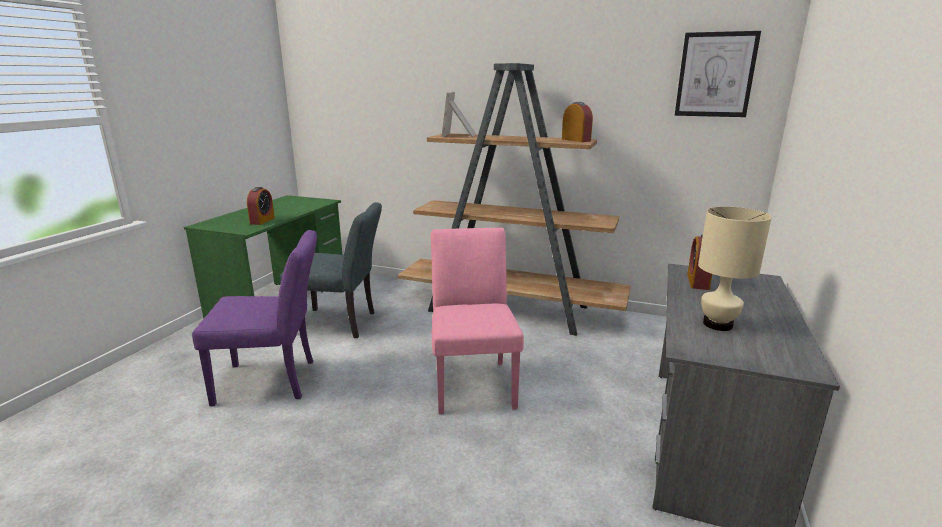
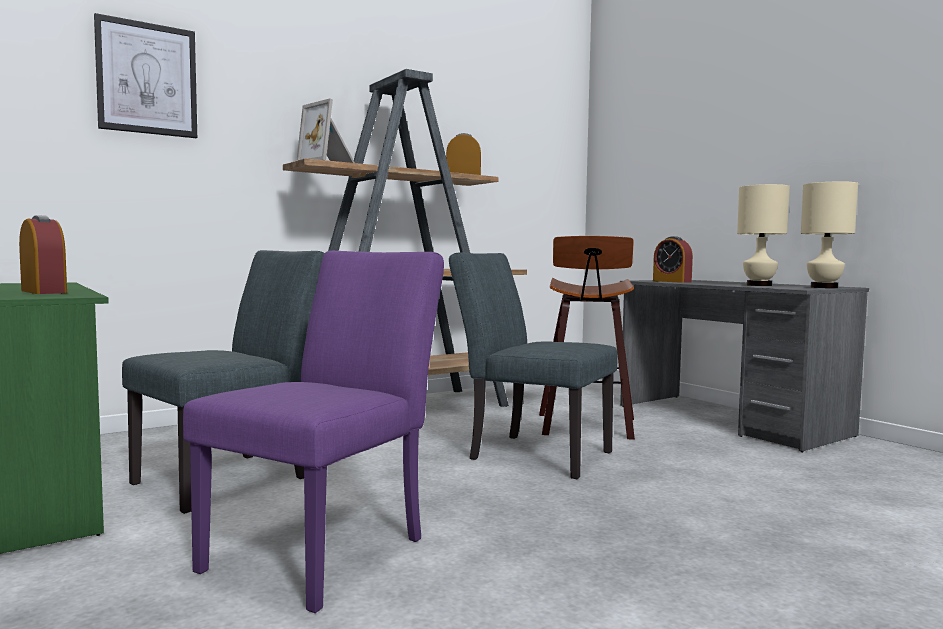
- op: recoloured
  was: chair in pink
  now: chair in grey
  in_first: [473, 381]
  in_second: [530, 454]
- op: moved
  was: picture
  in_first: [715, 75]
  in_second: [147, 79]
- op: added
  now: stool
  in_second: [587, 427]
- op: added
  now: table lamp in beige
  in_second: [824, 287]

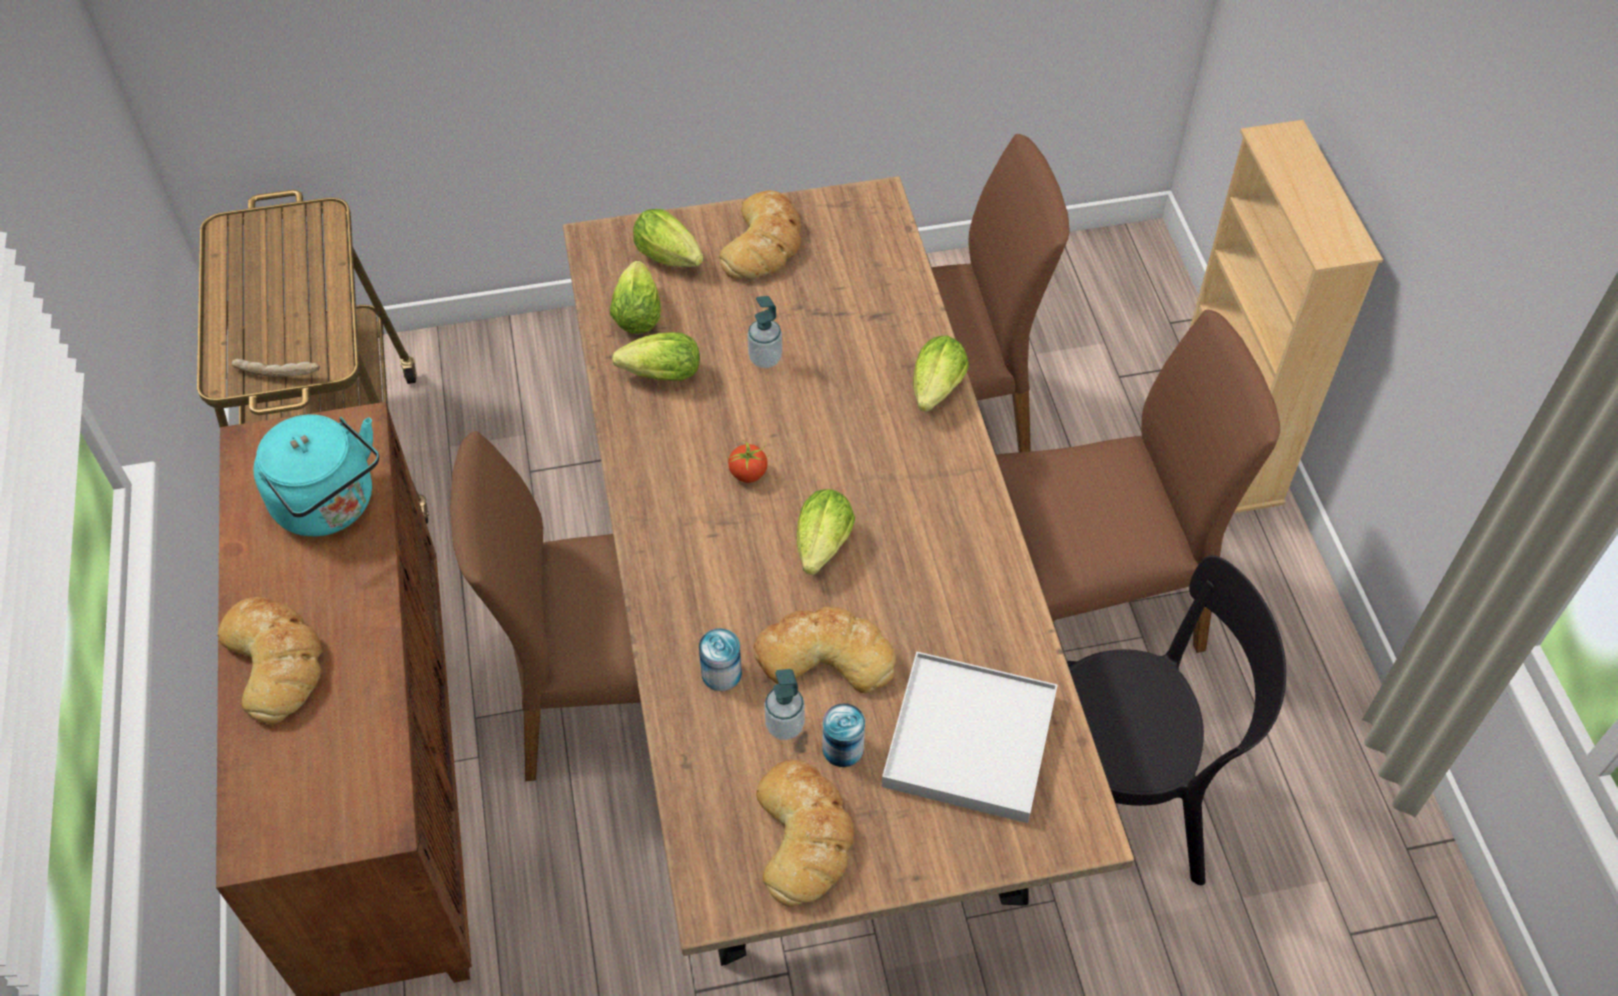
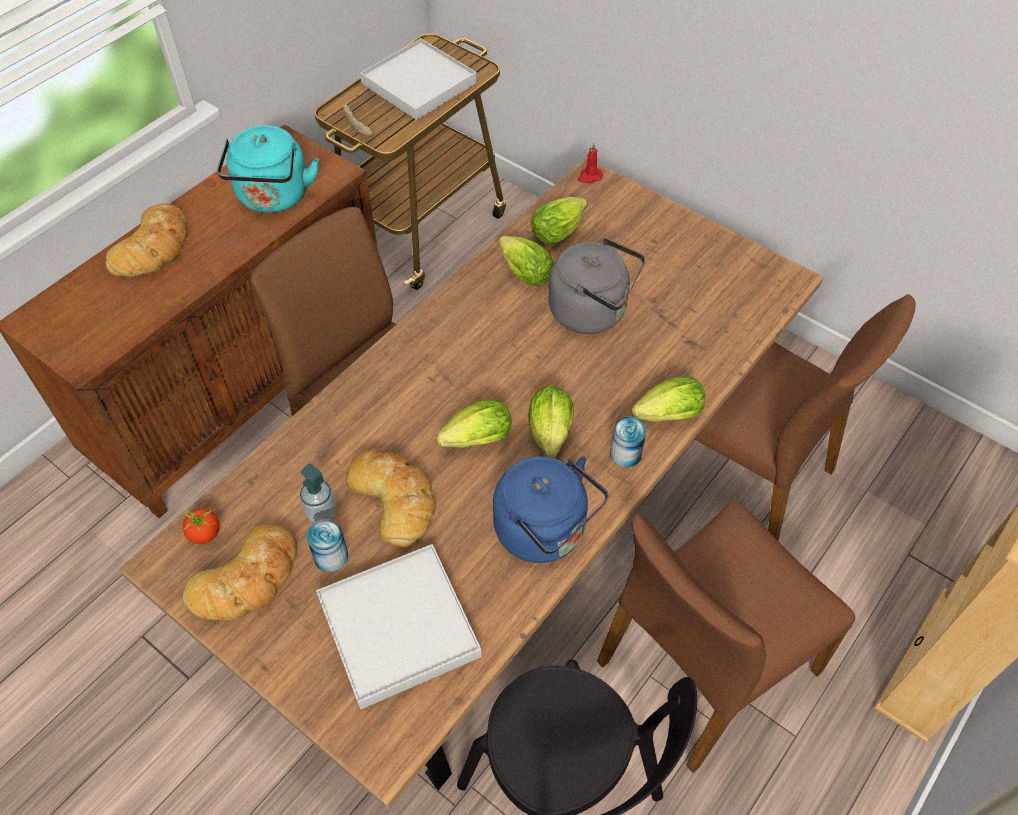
- op: moved
  was: lettuce
  in_first: [672, 259]
  in_second: [550, 436]
- op: moved
  was: can
  in_first: [721, 673]
  in_second: [625, 454]
- op: removed
  was: bread
  in_first: [764, 243]
- op: moved
  was: tomato
  in_first: [748, 473]
  in_second: [205, 534]
- op: replaced
  was: soap dispenser
  now: kettle in grey
  in_first: [765, 358]
  in_second: [592, 312]
- op: turned
  was: chair in brown
  in_first: [1089, 602]
  in_second: [704, 665]
  clockwise: 105
- op: added
  now: tray in white
  in_second: [418, 83]
- op: added
  now: kettle in blue
  in_second: [545, 532]
- op: added
  now: candle in red
  in_second: [589, 177]

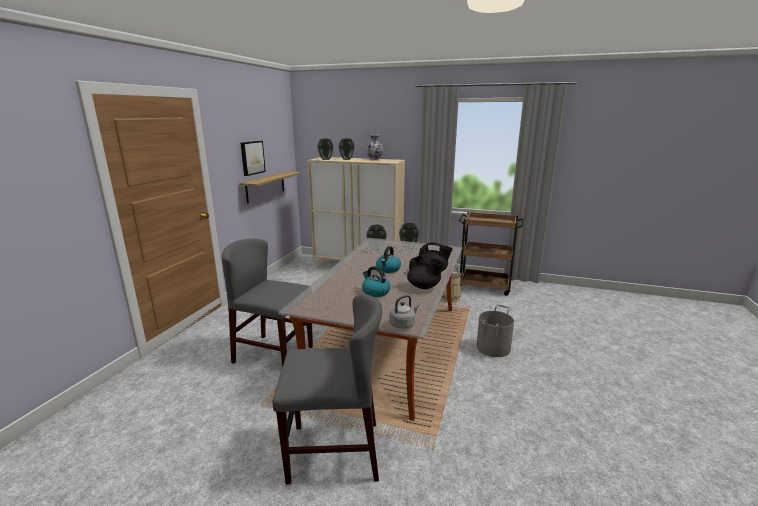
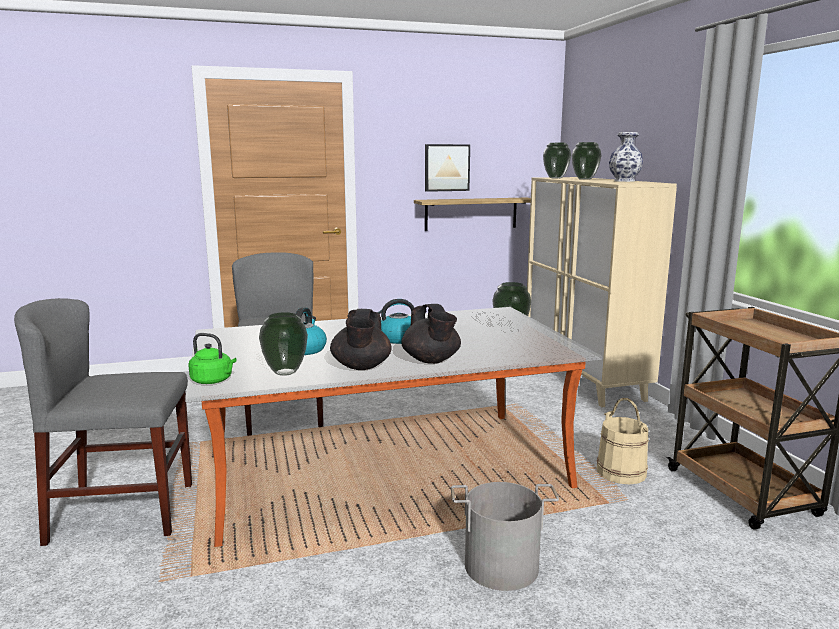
- op: turned
  was: chair in grey
  in_first: [334, 451]
  in_second: [123, 512]
  clockwise: 120
- op: moved
  was: vase
  in_first: [376, 250]
  in_second: [284, 372]
- op: recoloured
  was: kettle in grey
  now: kettle in green
  in_first: [403, 324]
  in_second: [213, 381]

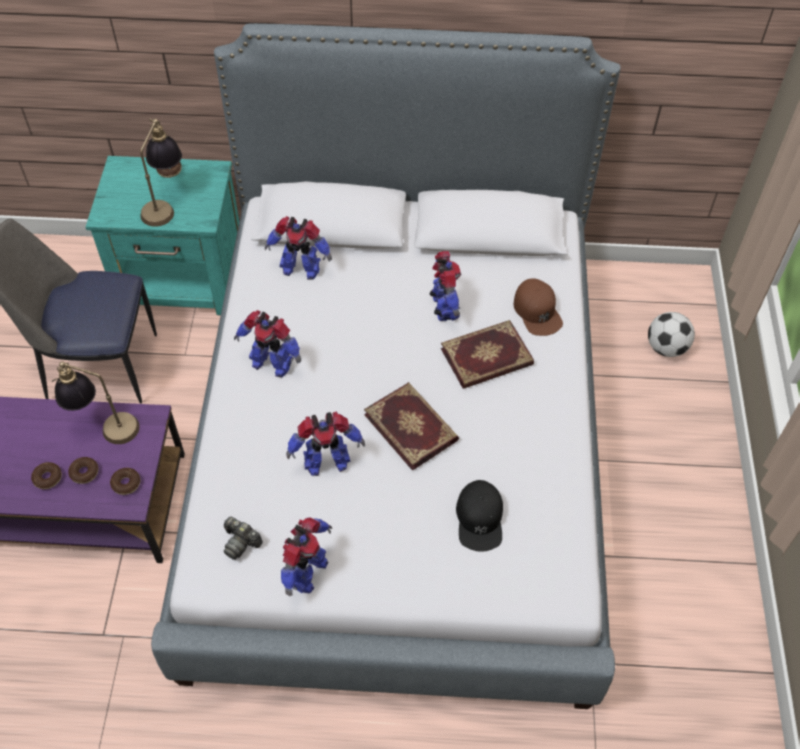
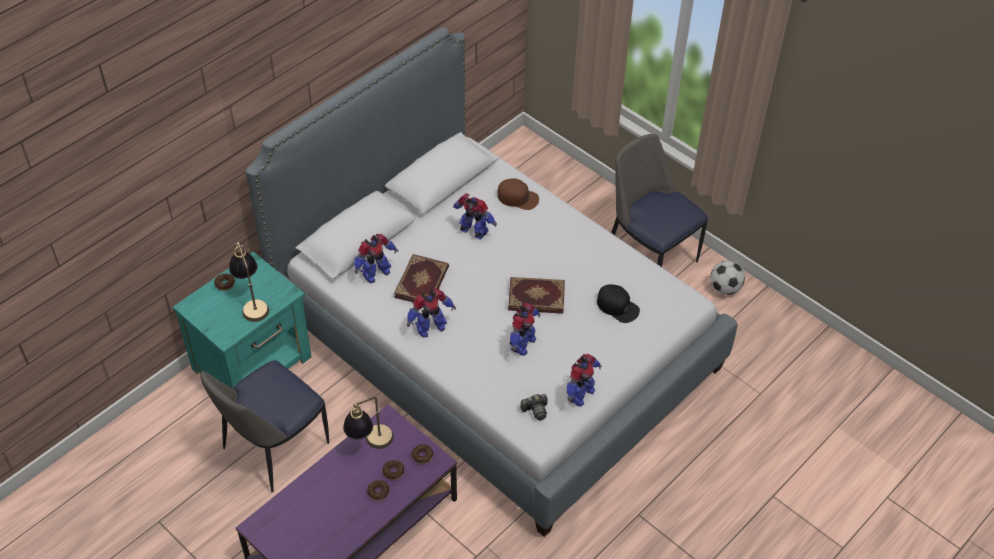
- op: turned
  was: toy robot
  in_first: [306, 572]
  in_second: [580, 394]
  clockwise: 60
- op: moved
  was: book
  in_first: [487, 358]
  in_second: [422, 282]
- op: moved
  was: football
  in_first: [665, 348]
  in_second: [724, 288]
- op: added
  now: chair
  in_second: [649, 255]

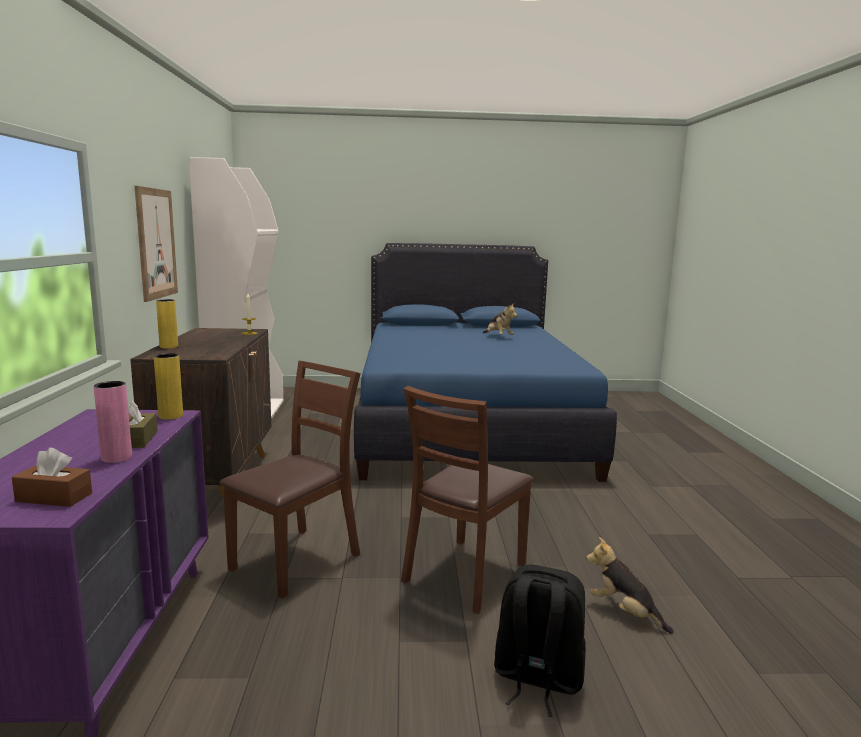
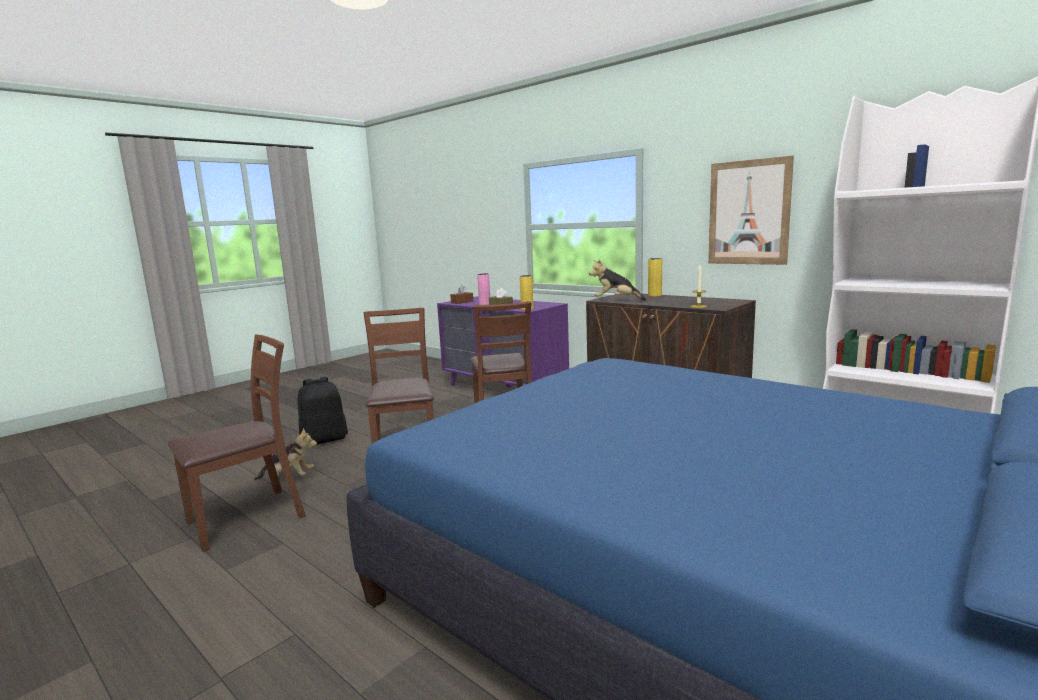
- op: moved
  was: plush toy
  in_first: [498, 337]
  in_second: [616, 300]
- op: added
  now: chair in brown
  in_second: [248, 518]

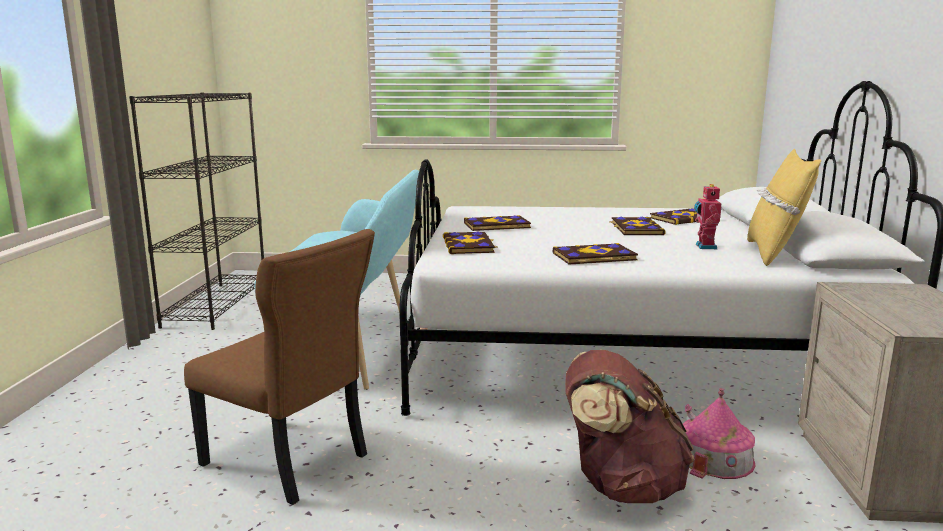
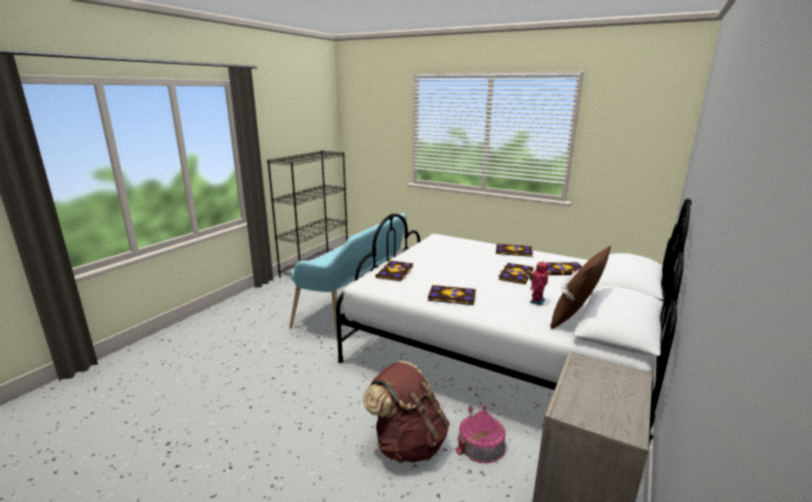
- op: removed
  was: chair in brown
  in_first: [289, 462]
- op: moved
  was: book
  in_first: [497, 226]
  in_second: [513, 251]
- op: recoloured
  was: pillow in yellow
  now: pillow in brown
  in_first: [774, 253]
  in_second: [576, 318]

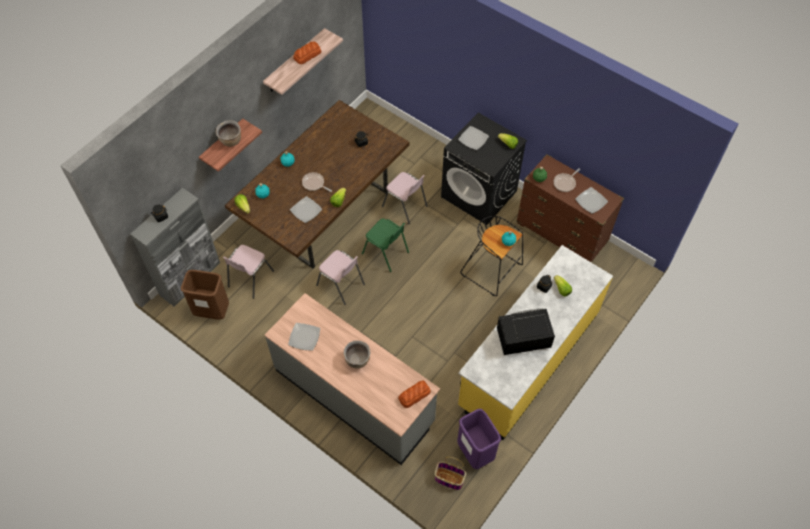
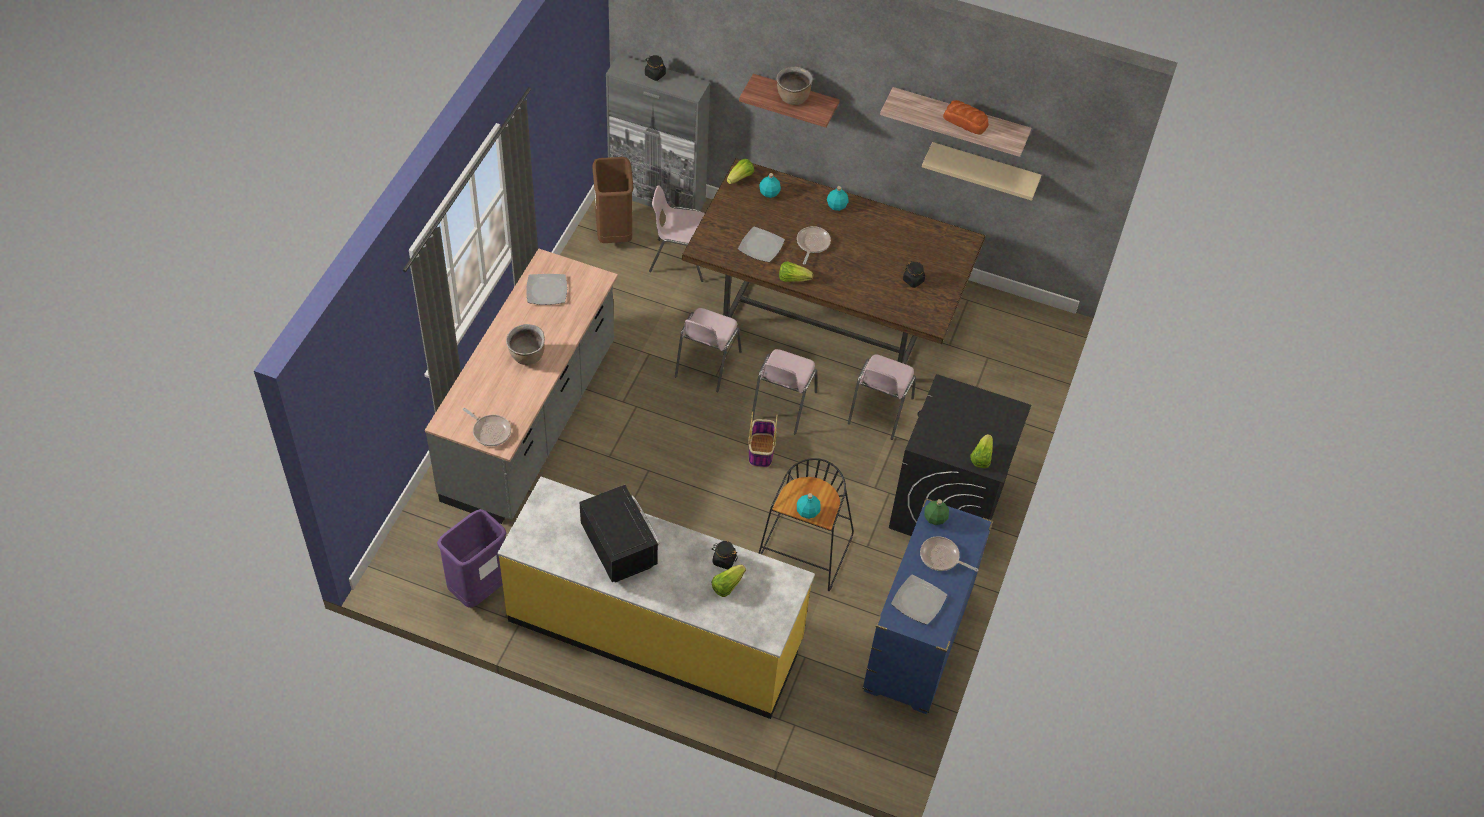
- op: recoloured
  was: chair in green
  now: chair in pink
  in_first: [386, 253]
  in_second: [782, 406]
- op: replaced
  was: bread
  now: frying pan
  in_first: [414, 395]
  in_second: [490, 431]
- op: moved
  was: basket
  in_first: [449, 478]
  in_second: [761, 450]
- op: removed
  was: plate
  in_first: [473, 139]
- op: recoloured
  was: dresser in brown
  now: dresser in blue
  in_first: [562, 233]
  in_second: [917, 641]
- op: added
  now: shelf in beige
  in_second: [984, 169]

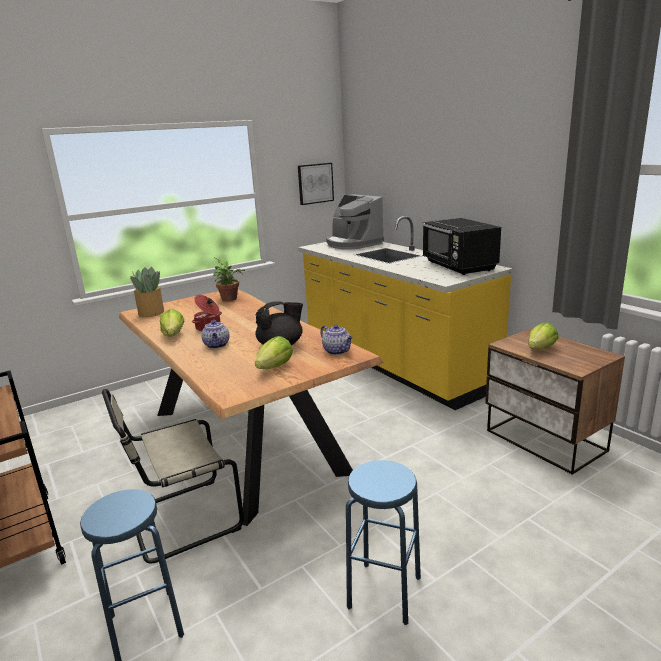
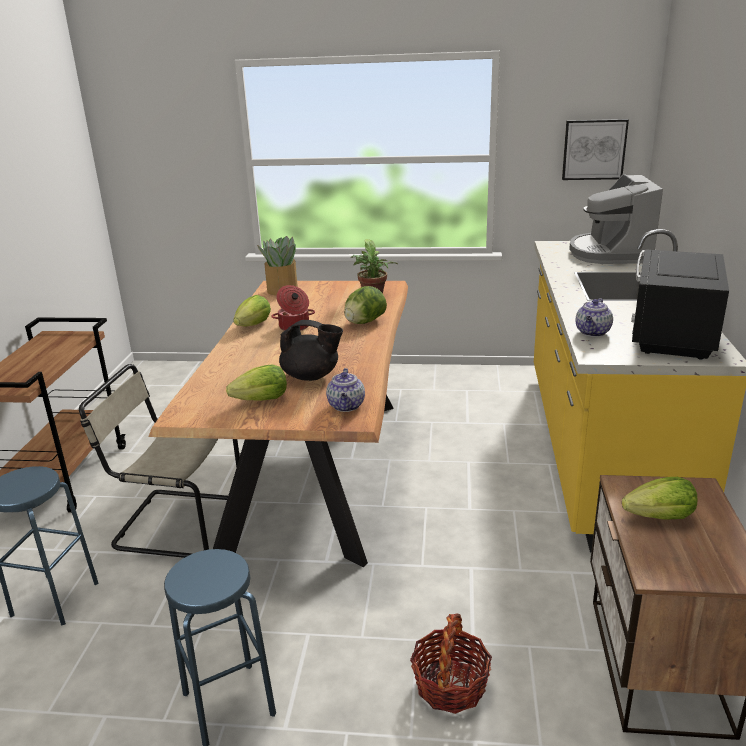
- op: moved
  was: teapot
  in_first: [217, 345]
  in_second: [593, 332]
- op: added
  now: lettuce
  in_second: [364, 322]
- op: added
  now: basket
  in_second: [450, 685]

